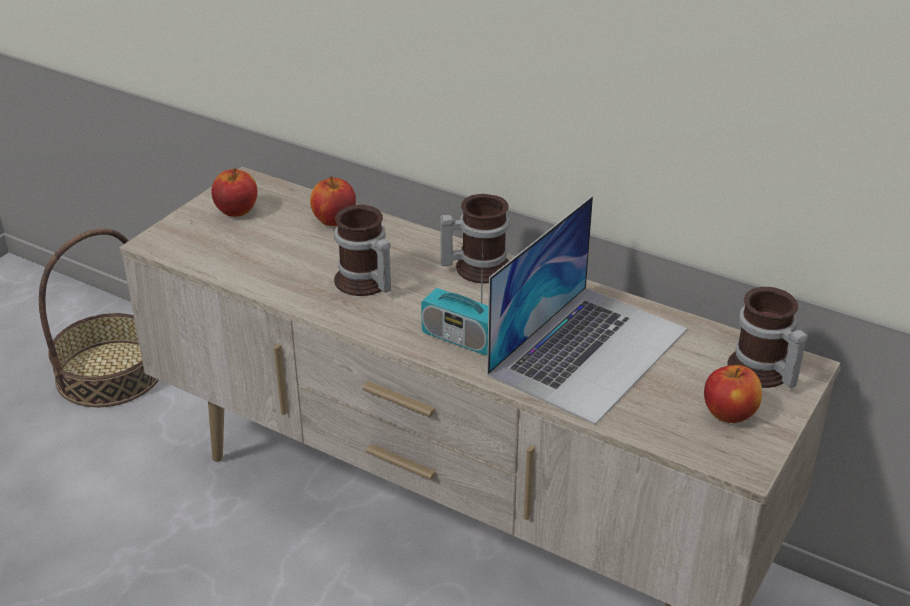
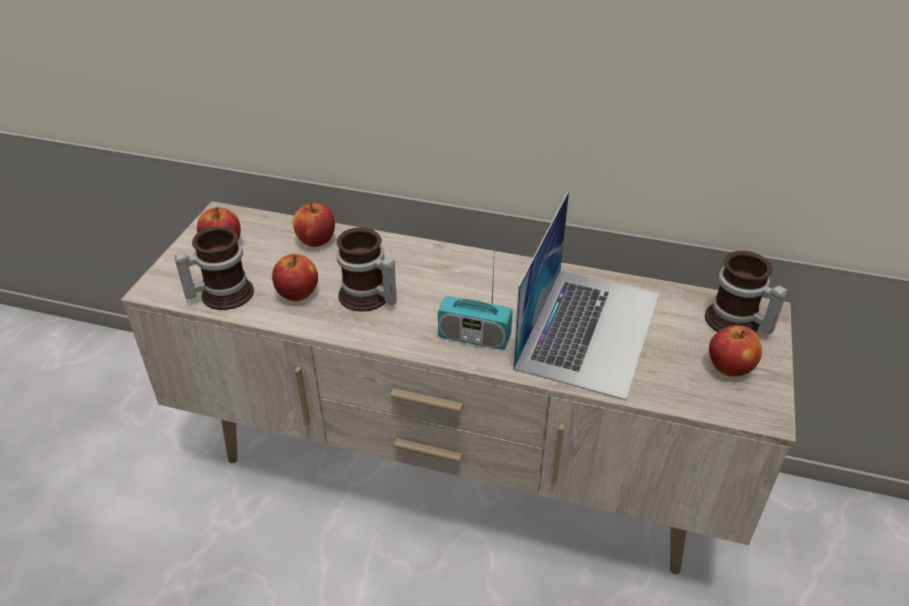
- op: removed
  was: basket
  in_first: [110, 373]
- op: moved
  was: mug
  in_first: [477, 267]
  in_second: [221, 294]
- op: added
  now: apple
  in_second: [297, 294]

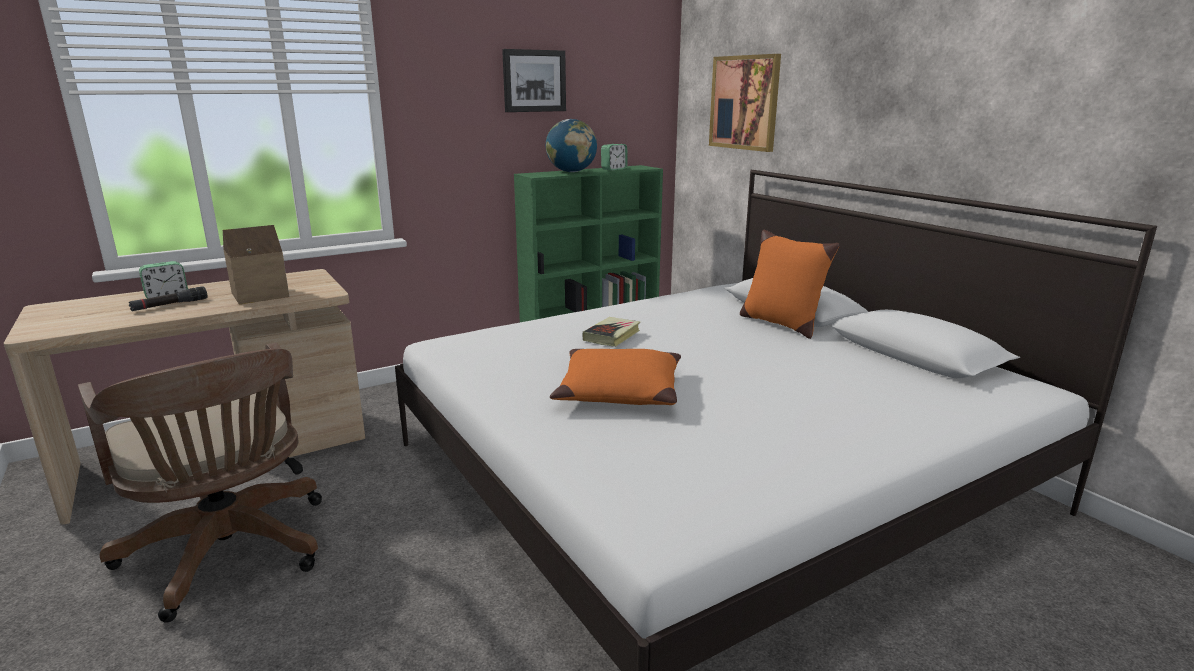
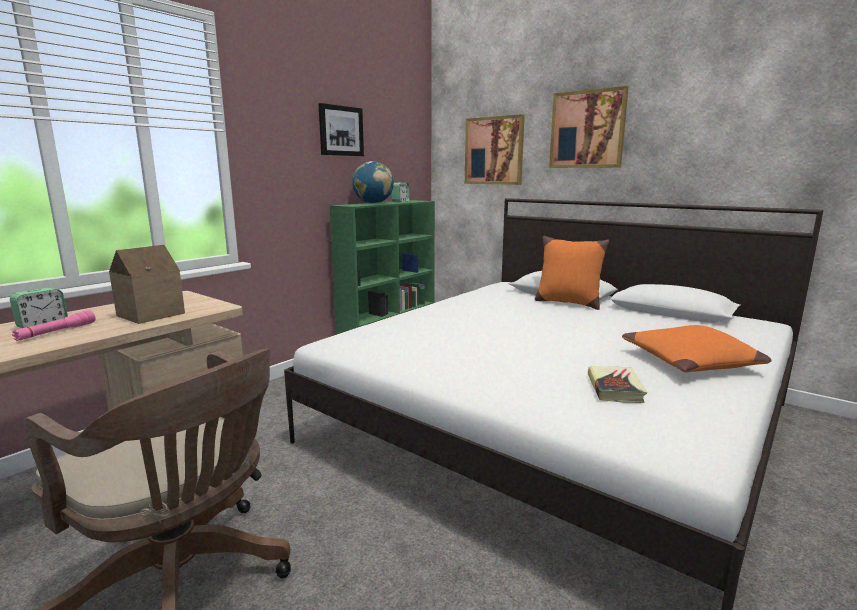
- op: recoloured
  was: flashlight in black
  now: flashlight in pink
  in_first: [170, 305]
  in_second: [56, 332]
- op: moved
  was: pillow in orange
  in_first: [619, 392]
  in_second: [691, 362]
- op: moved
  was: book
  in_first: [612, 335]
  in_second: [615, 388]
- op: added
  now: picture
  in_second: [587, 129]

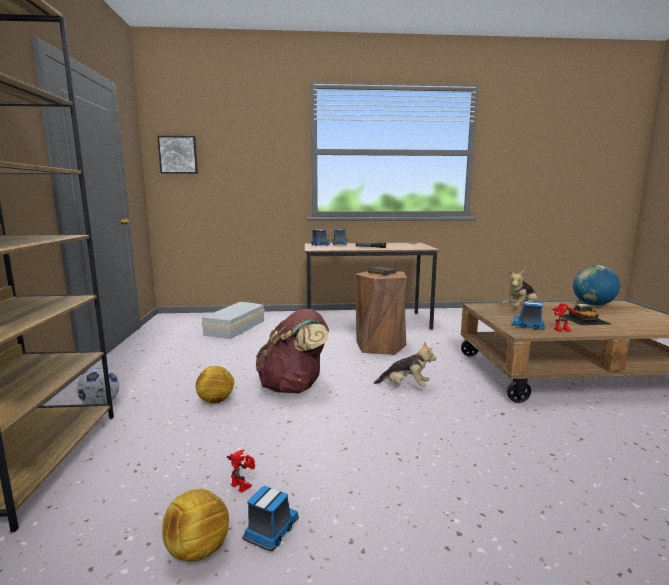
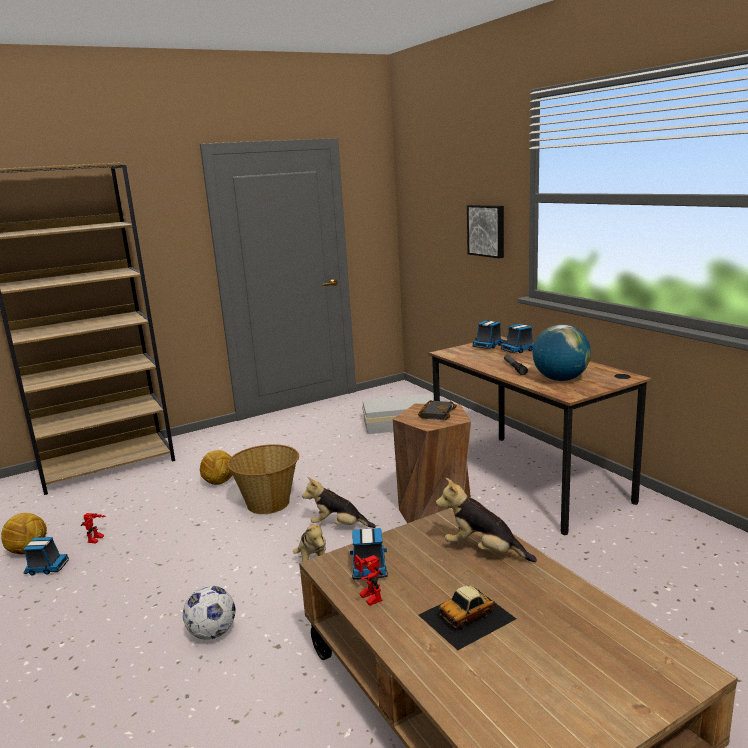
- op: moved
  was: football
  in_first: [100, 404]
  in_second: [212, 633]
- op: moved
  was: picture
  in_first: [178, 155]
  in_second: [487, 230]
- op: replaced
  was: backpack in brown
  now: basket
  in_first: [294, 387]
  in_second: [269, 504]
- op: moved
  was: globe
  in_first: [593, 305]
  in_second: [560, 379]
- op: added
  now: plush toy
  in_second: [338, 526]

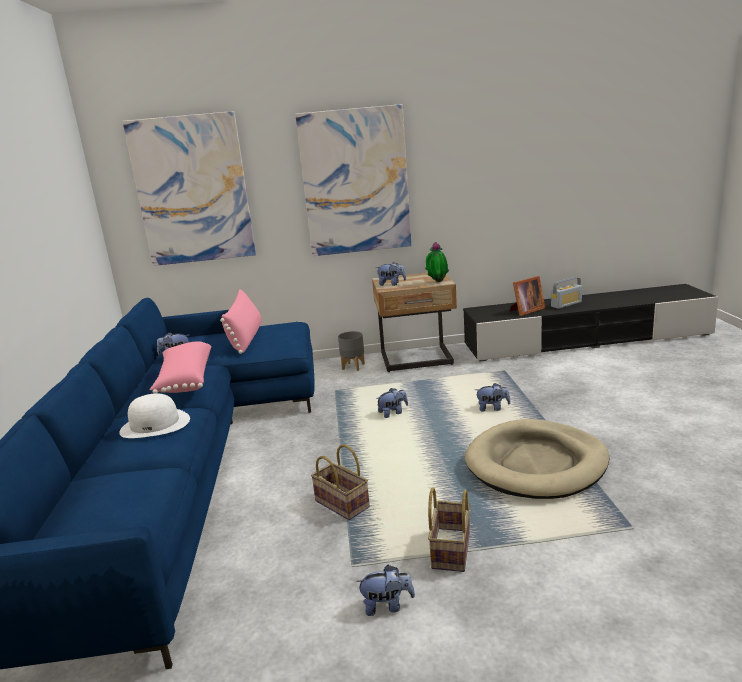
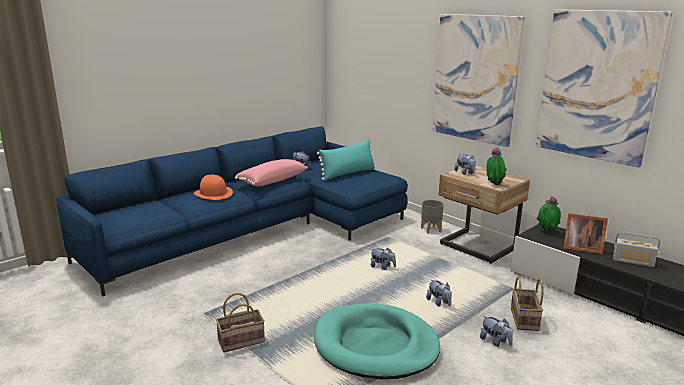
- op: recoloured
  was: hat in white
  now: hat in orange
  in_first: [155, 424]
  in_second: [213, 193]
- op: moved
  was: picture
  in_first: [192, 190]
  in_second: [597, 86]
- op: recoloured
  was: pillow in pink
  now: pillow in turquoise
  in_first: [246, 338]
  in_second: [348, 173]
- op: moved
  was: basket
  in_first: [344, 504]
  in_second: [525, 320]
- op: moved
  was: plush toy
  in_first: [387, 606]
  in_second: [495, 342]
- op: recoloured
  was: dog bed in beige
  now: dog bed in turquoise
  in_first: [536, 464]
  in_second: [375, 345]
- op: added
  now: potted plant
  in_second: [546, 232]

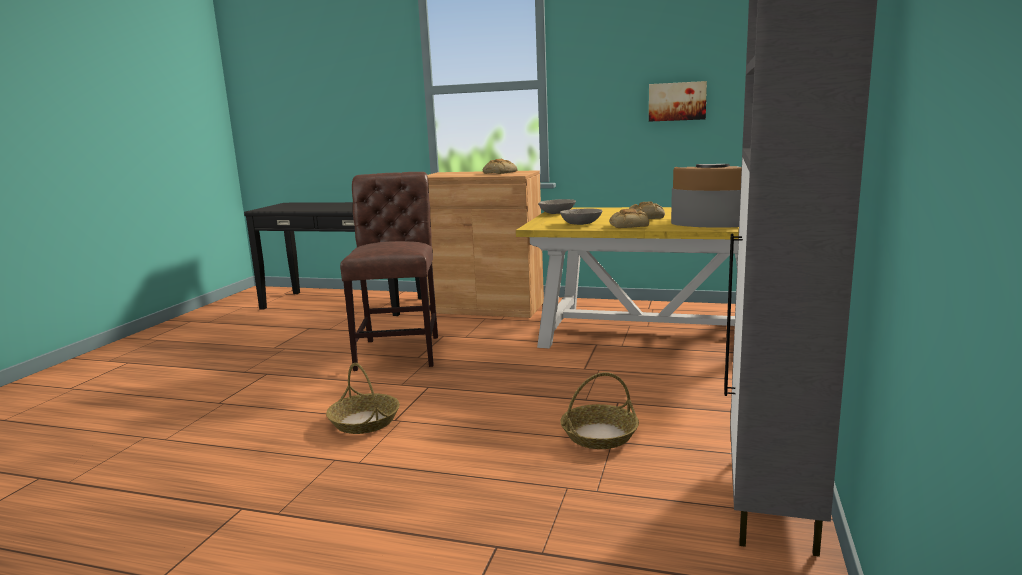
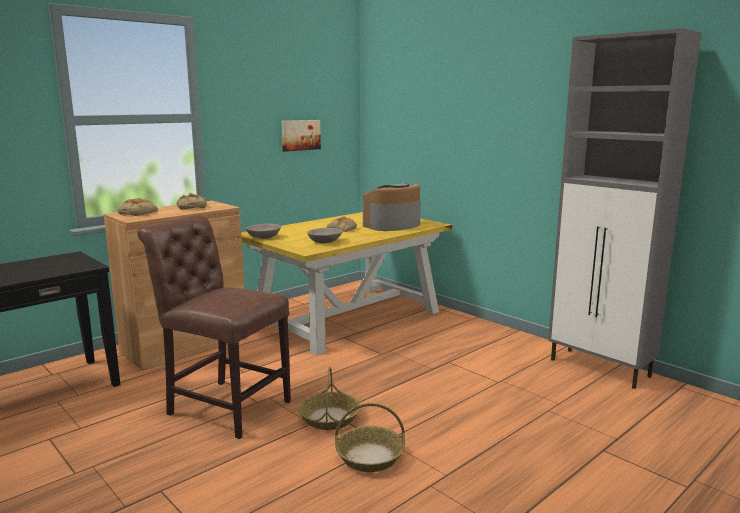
- op: moved
  was: basket
  in_first: [599, 435]
  in_second: [329, 418]
- op: moved
  was: bread
  in_first: [629, 225]
  in_second: [138, 213]

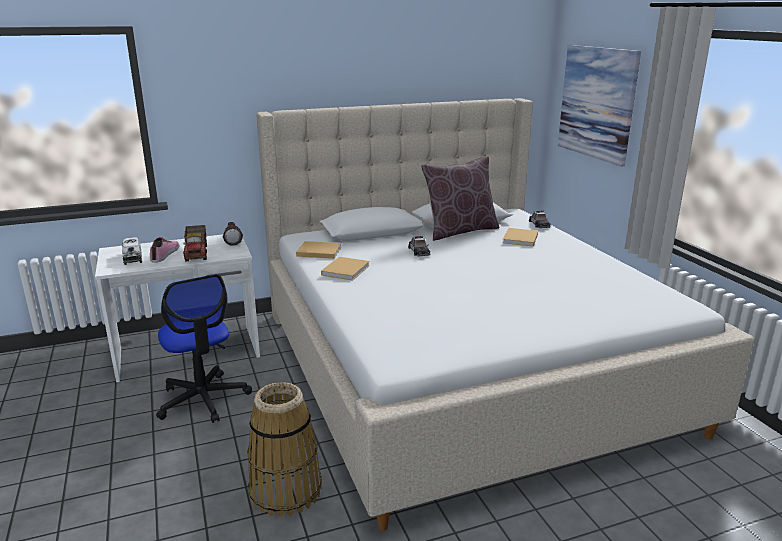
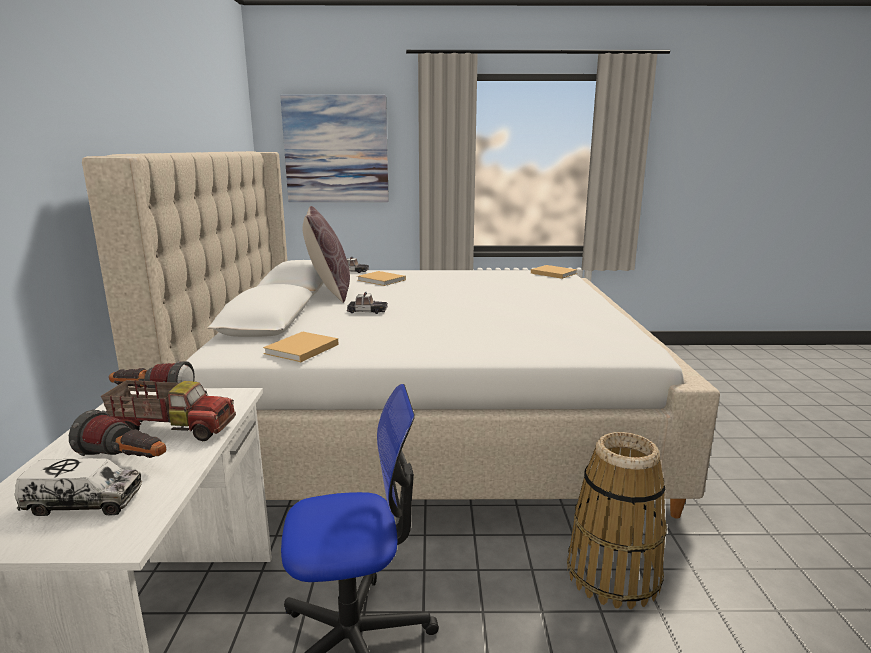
- op: replaced
  was: shoe
  now: flashlight
  in_first: [165, 254]
  in_second: [126, 461]
- op: moved
  was: book in beige
  in_first: [346, 269]
  in_second: [552, 273]

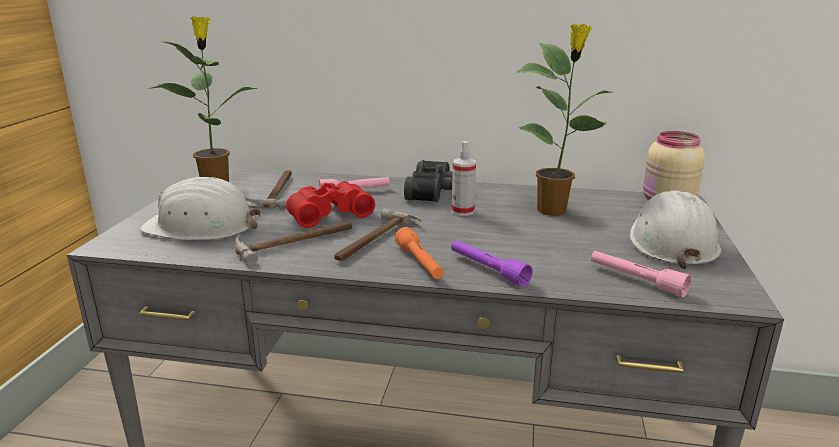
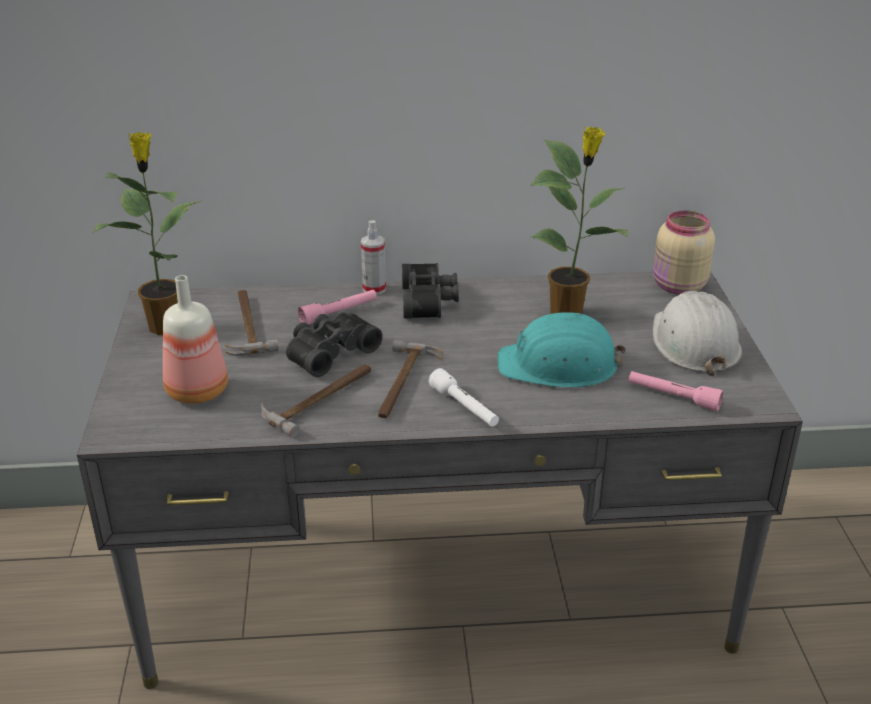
- op: replaced
  was: hard hat in white
  now: bottle
  in_first: [201, 226]
  in_second: [198, 392]
- op: recoloured
  was: binoculars in red
  now: binoculars in black
  in_first: [328, 213]
  in_second: [329, 352]
- op: recoloured
  was: flashlight in orange
  now: flashlight in white
  in_first: [420, 263]
  in_second: [464, 407]
- op: removed
  was: flashlight in purple
  in_first: [487, 269]
- op: moved
  was: spray bottle
  in_first: [463, 211]
  in_second: [374, 289]
- op: added
  now: hard hat in turquoise
  in_second: [559, 366]

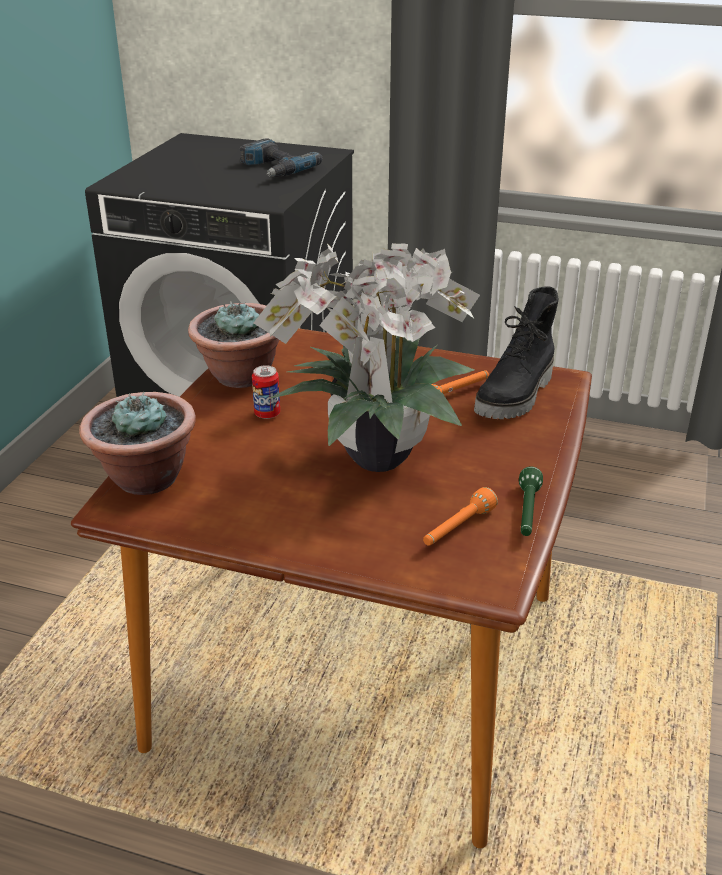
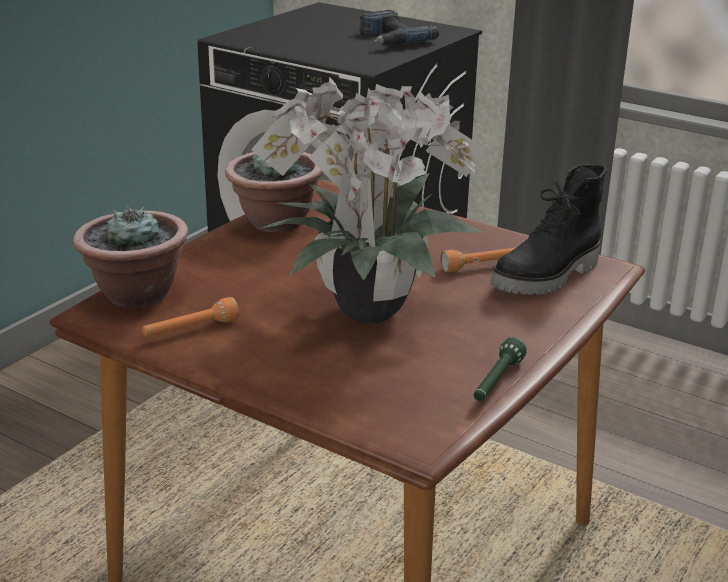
- op: removed
  was: can
  in_first: [267, 414]
- op: moved
  was: flashlight in orange
  in_first: [457, 528]
  in_second: [190, 330]

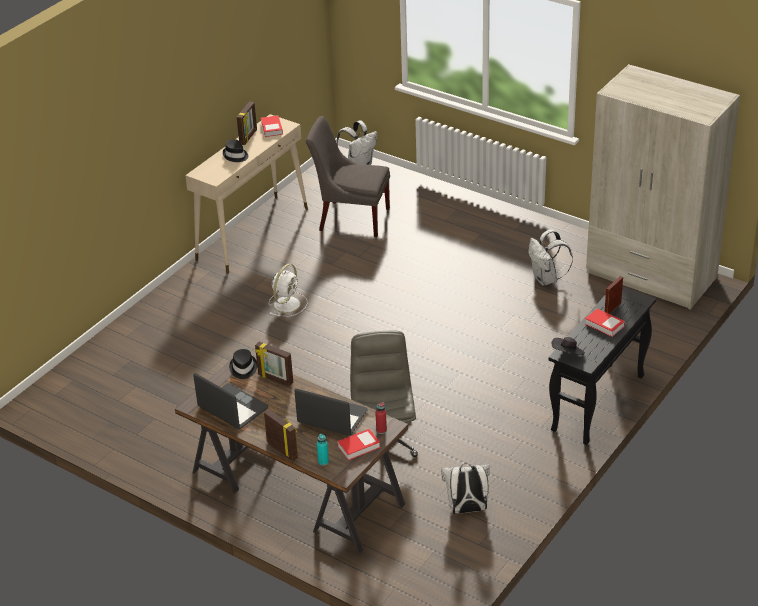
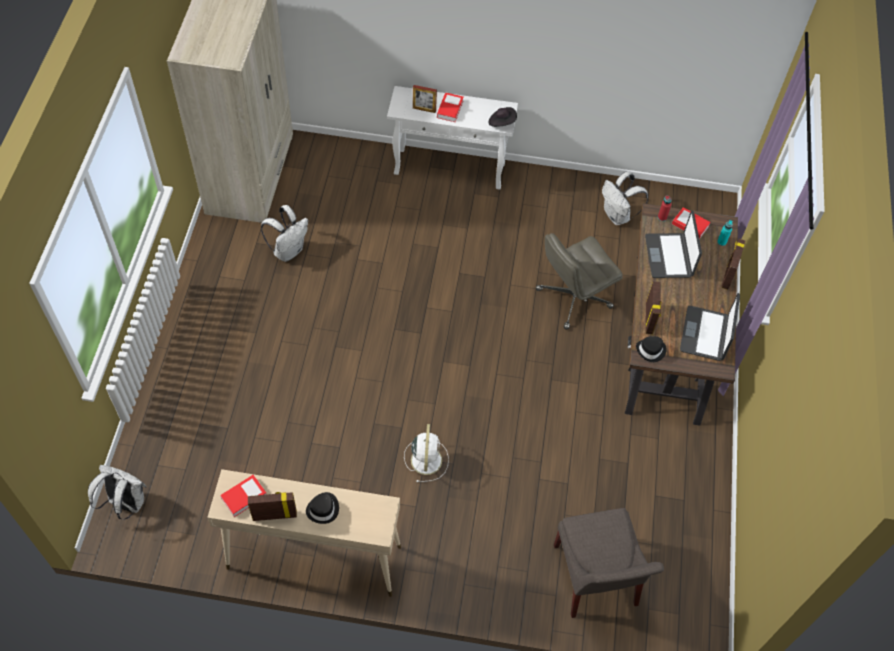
- op: turned
  was: fan in white
  in_first: [287, 303]
  in_second: [426, 459]
  clockwise: 90
- op: moved
  was: chair in grey
  in_first: [351, 218]
  in_second: [595, 579]
- op: recoloured
  was: console table in black
  now: console table in white
  in_first: [598, 404]
  in_second: [450, 169]

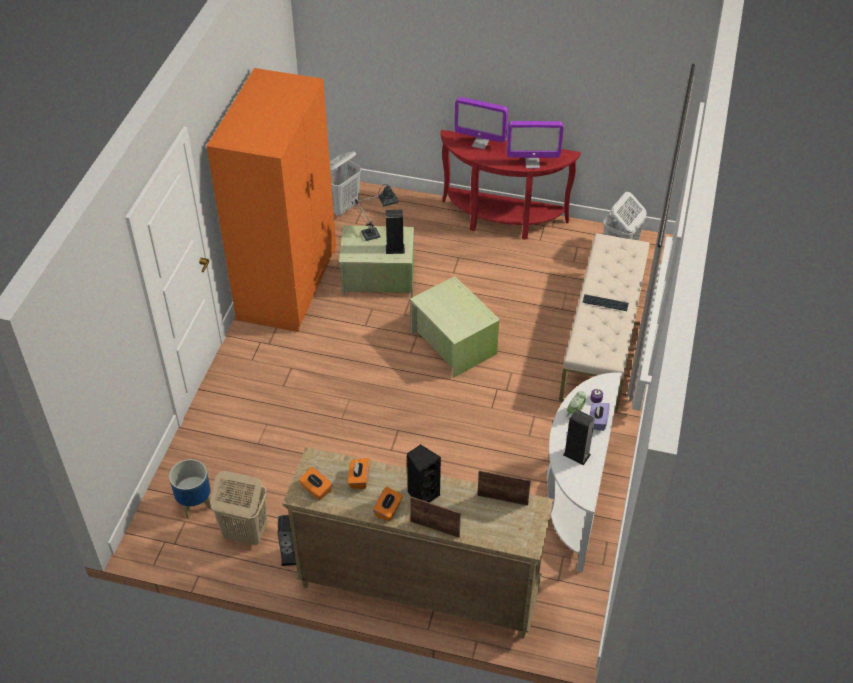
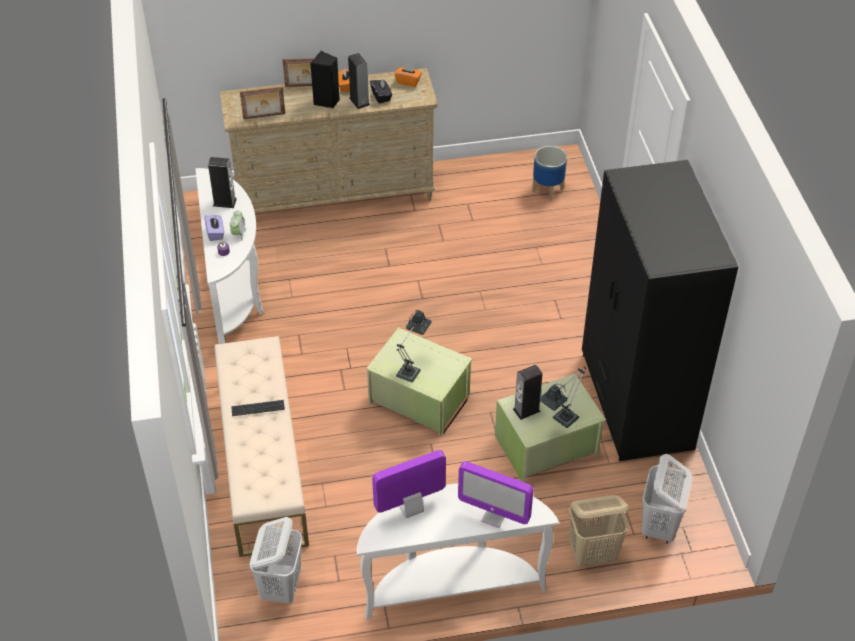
- op: recoloured
  was: wardrobe in orange
  now: wardrobe in black
  in_first: [288, 284]
  in_second: [635, 401]
- op: moved
  was: laundry basket in beige
  in_first: [245, 533]
  in_second: [593, 554]
- op: moved
  was: speaker
  in_first: [289, 555]
  in_second: [359, 101]
- op: recoloured
  was: tissue box in orange
  now: tissue box in black
  in_first: [359, 479]
  in_second: [381, 96]
- op: recoloured
  was: console table in red
  now: console table in white
  in_first: [501, 221]
  in_second: [451, 584]
- op: turned
  was: monitor
  in_first: [480, 143]
  in_second: [494, 516]
  clockwise: -150
- op: added
  now: table lamp
  in_second: [411, 369]

